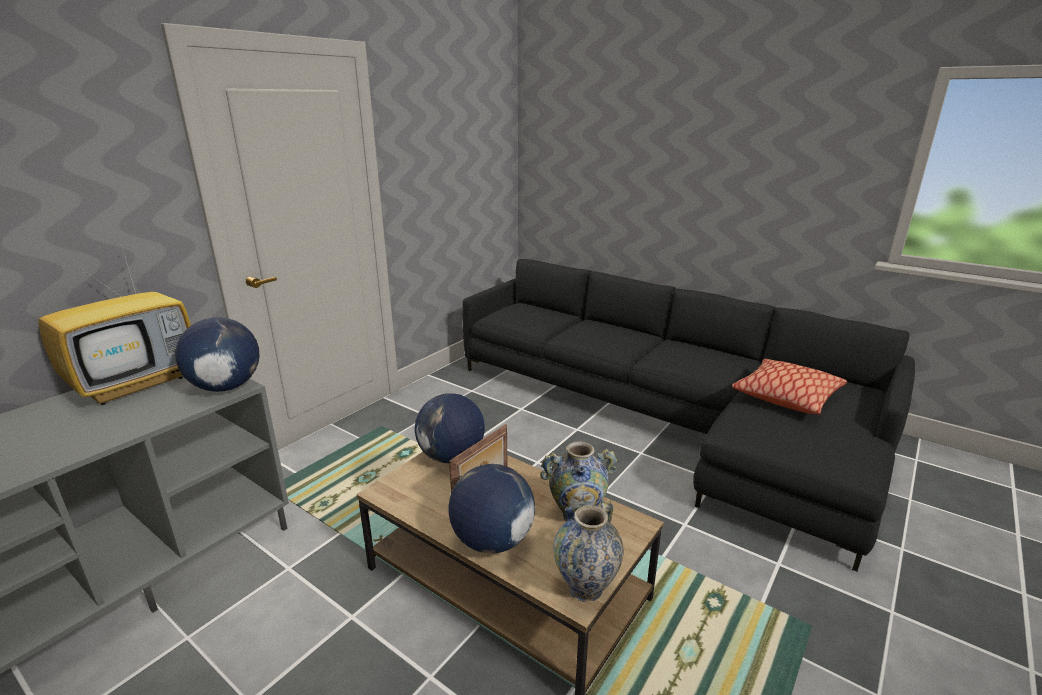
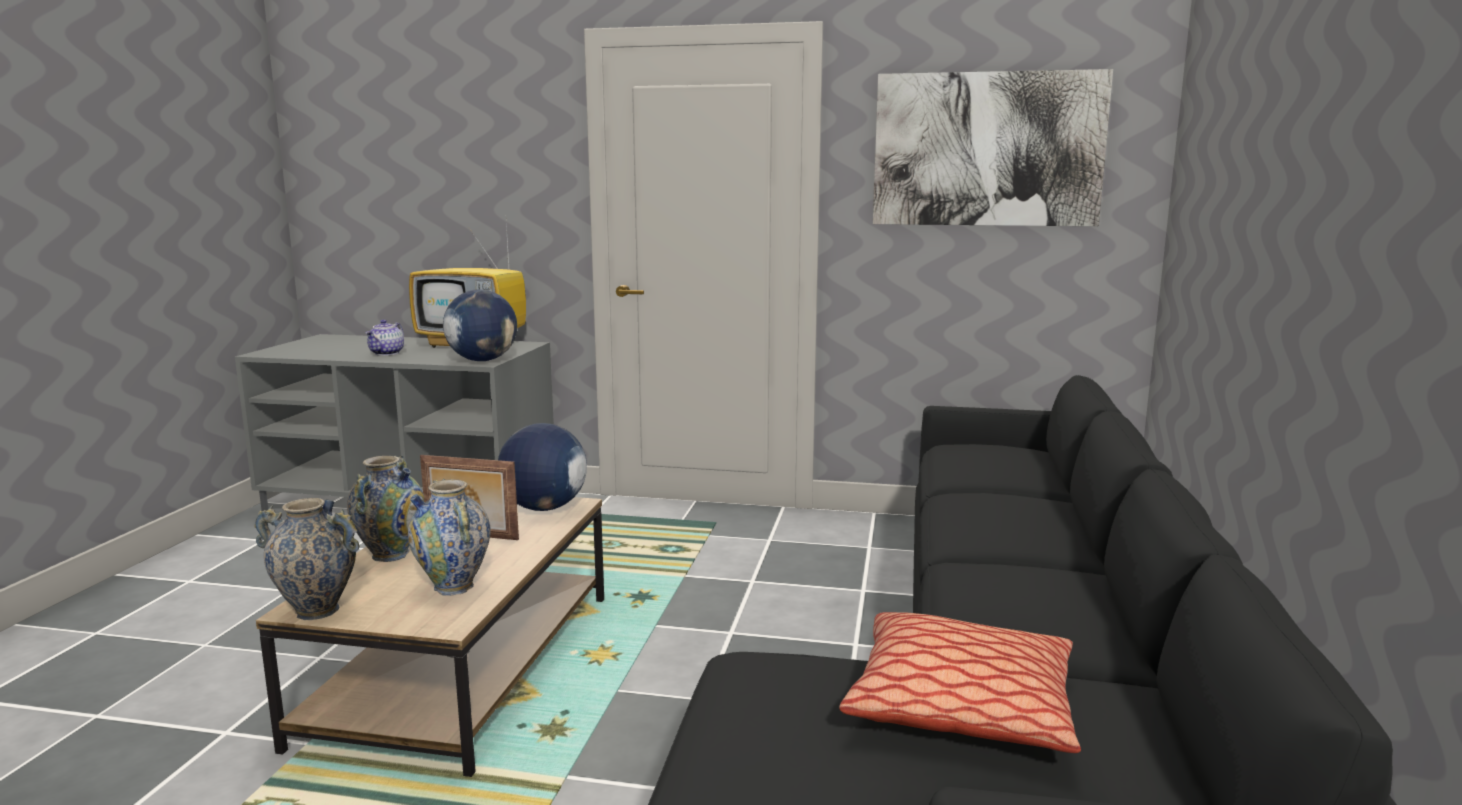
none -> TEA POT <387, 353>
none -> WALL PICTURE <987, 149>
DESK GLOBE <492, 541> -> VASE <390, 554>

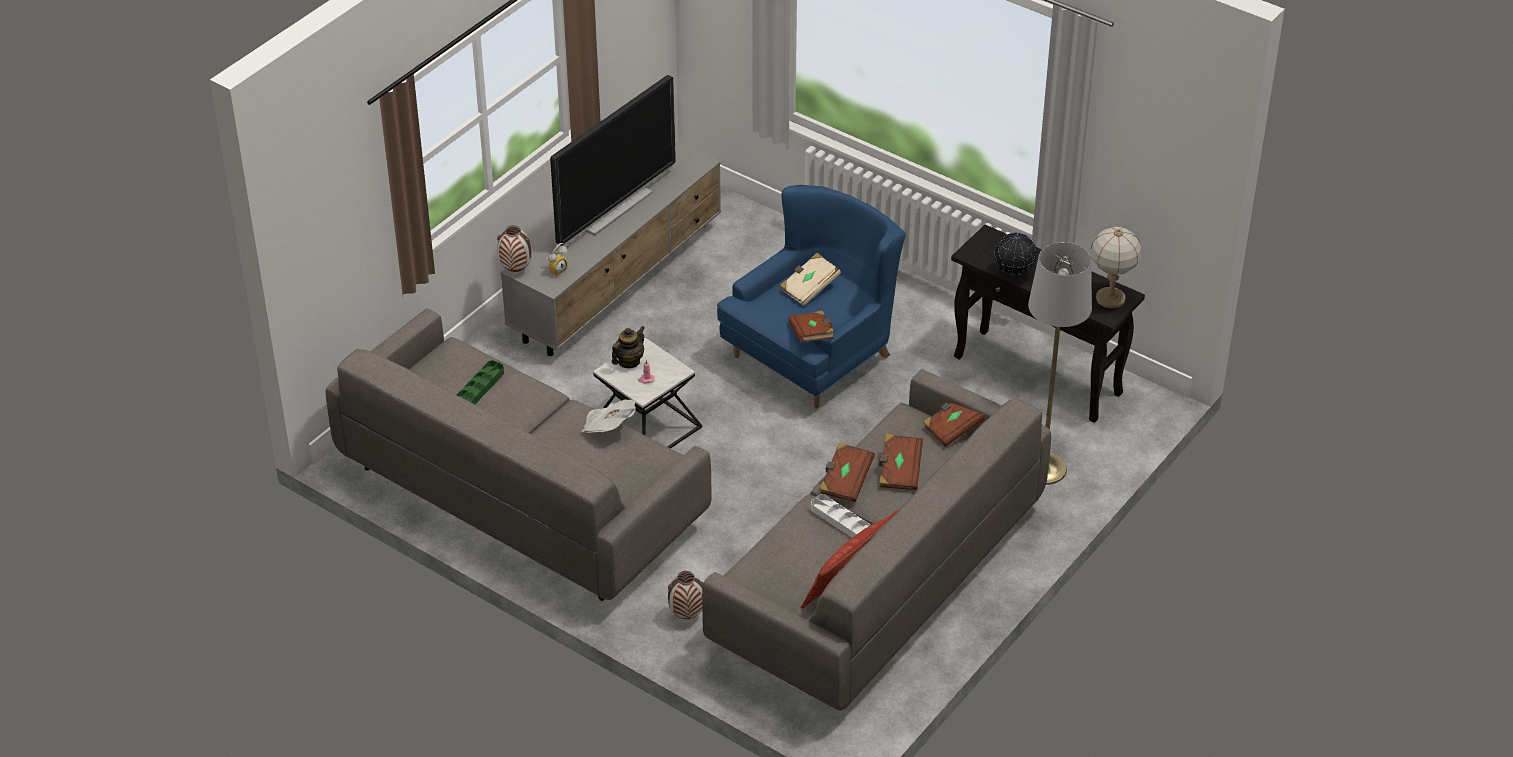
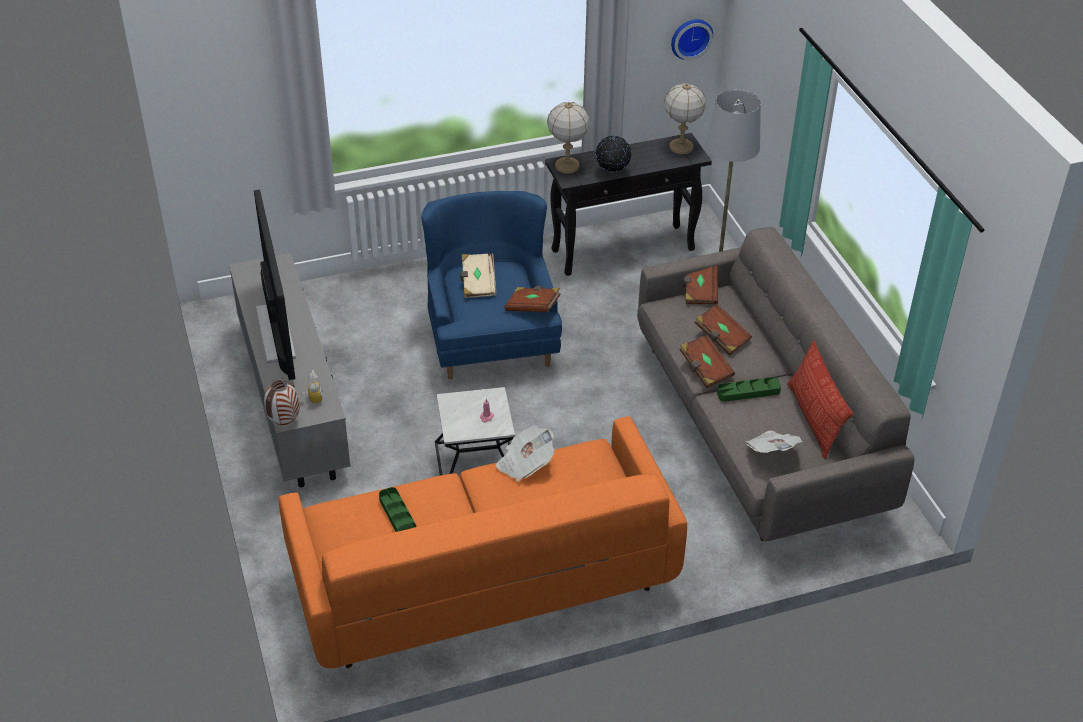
TEA POT <628, 361> -> none
VASE <687, 615> -> none
none -> LAMP FOR A TABLE <567, 166>
none -> HANGING CLOCK <690, 37>
none -> NEWSPAPER <771, 451>
GRAY SOFA <523, 494> -> ORANGE SOFA <481, 577>
WHITISH SERVING TRAY <841, 521> -> GREENISH SERVING TRAY <748, 392>

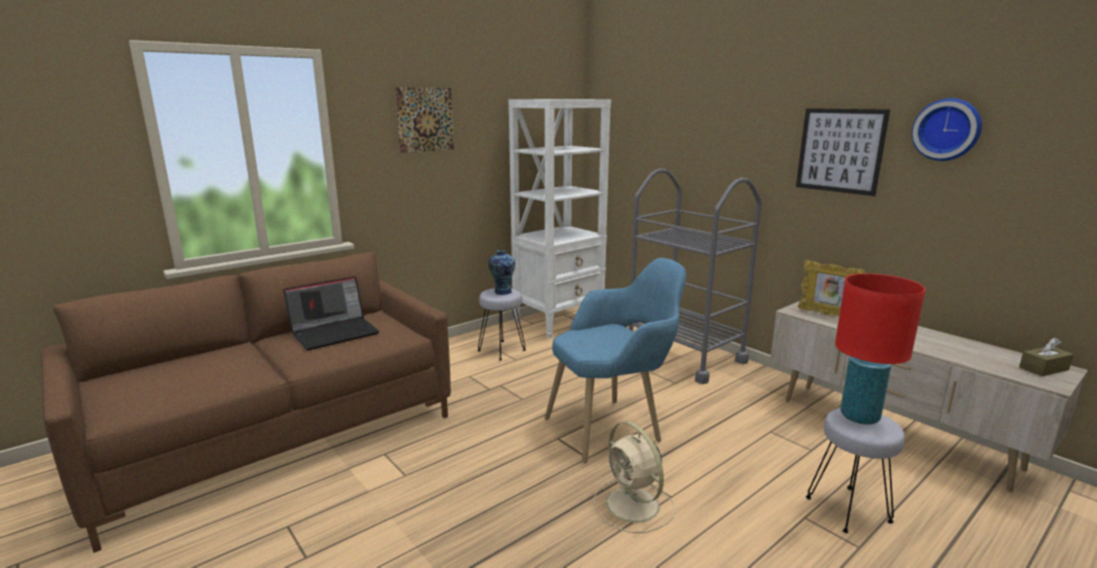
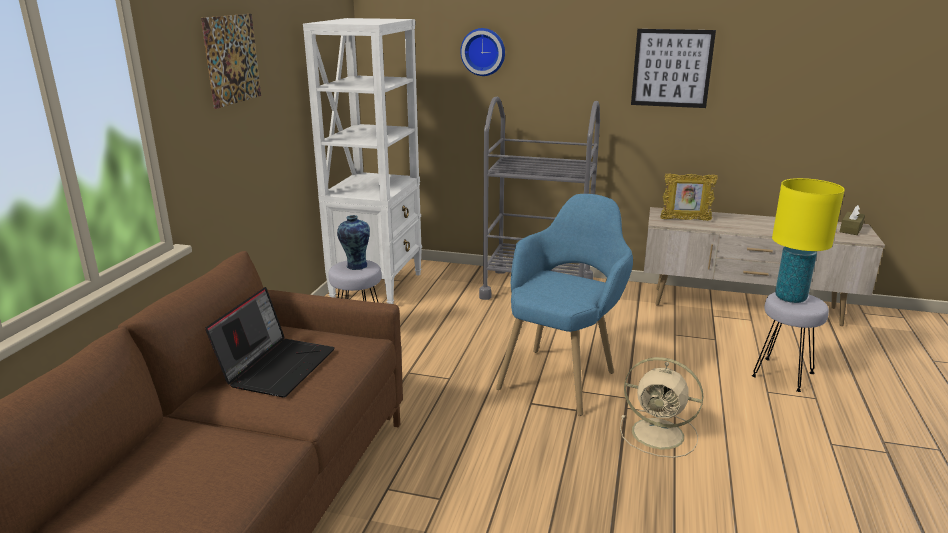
HANGING CLOCK <947, 129> -> HANGING CLOCK <483, 51>, move
REDDISH LAMP FOR A TABLE <860, 417> -> YELLOW-COLOURED LAMP FOR A TABLE <790, 298>

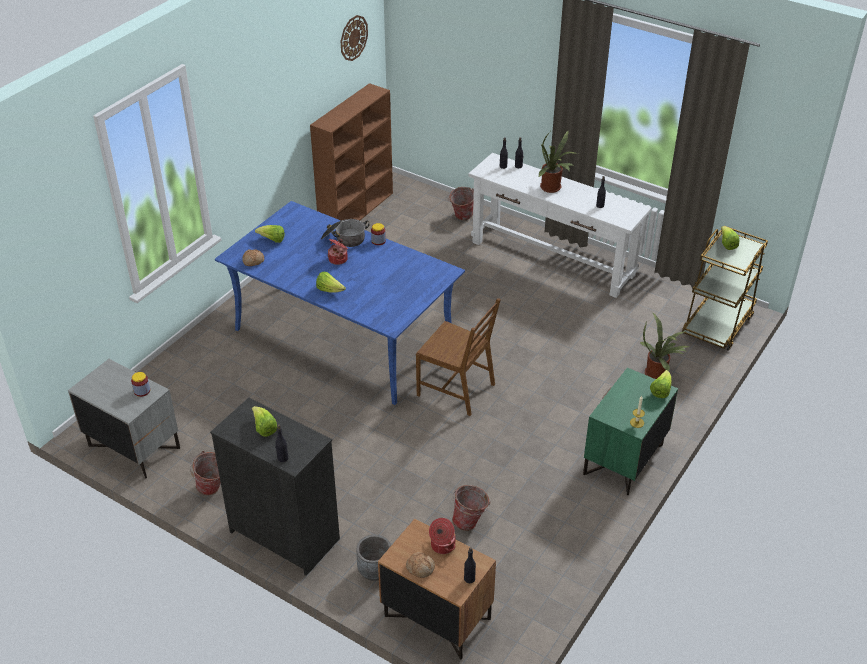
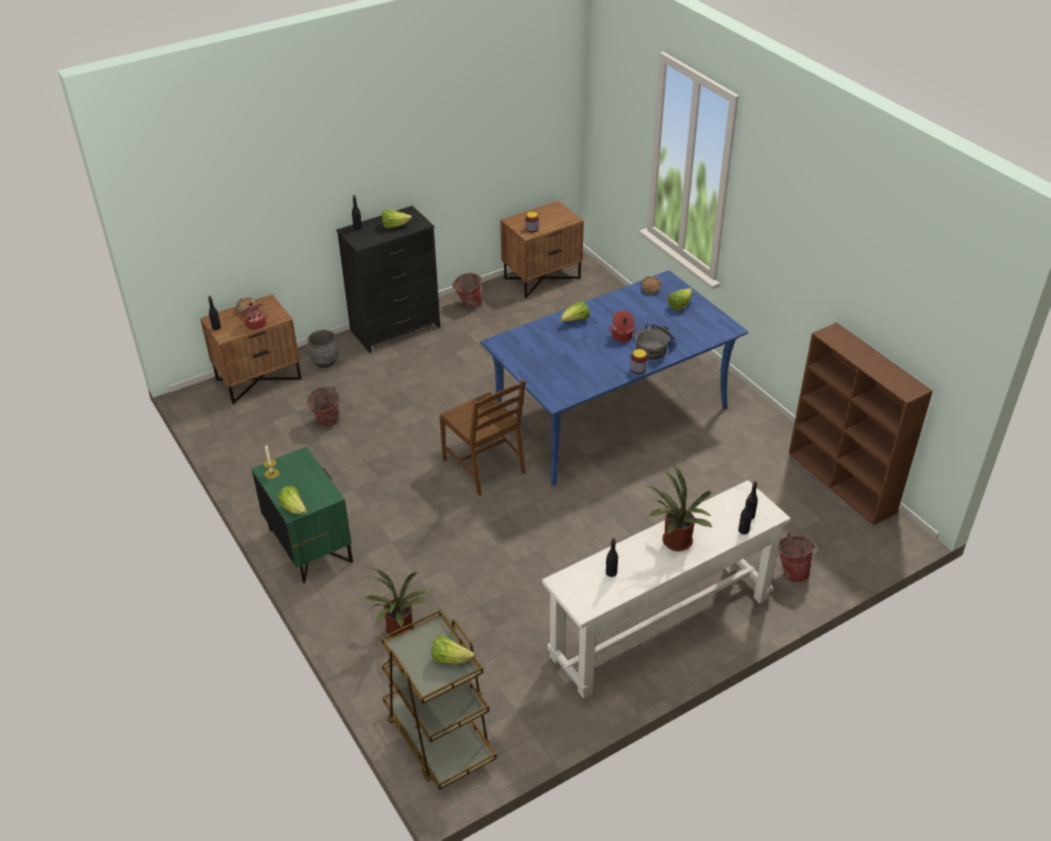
HANGING CLOCK <353, 38> -> none
GRAY NIGHTSTAND <133, 447> -> BROWN NIGHTSTAND <542, 278>
BROWN PLAIN CHAIR <457, 389> -> BROWN PLAIN CHAIR <485, 466>, 90 degrees counterclockwise

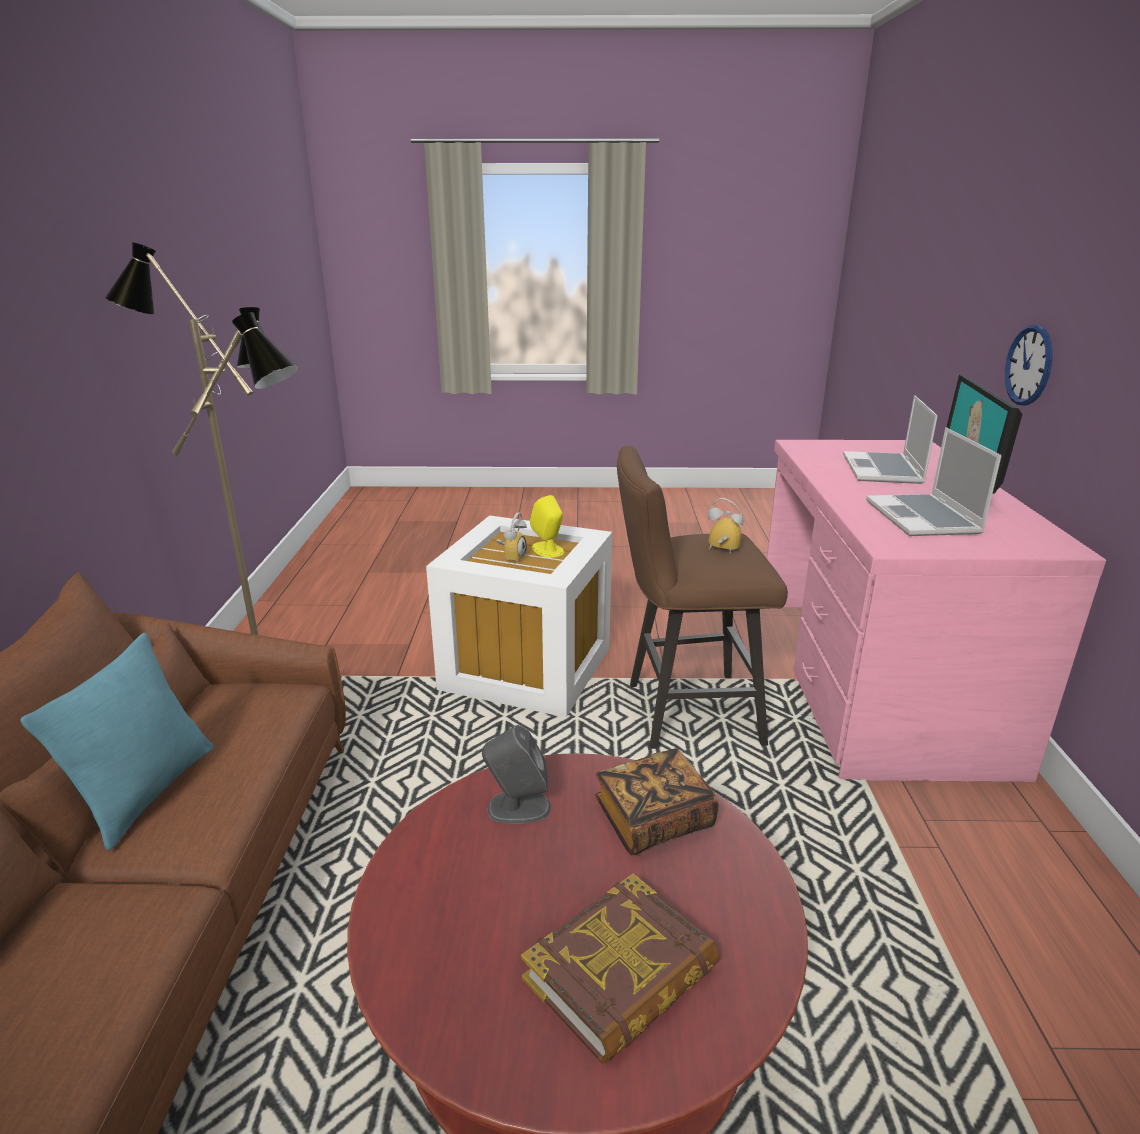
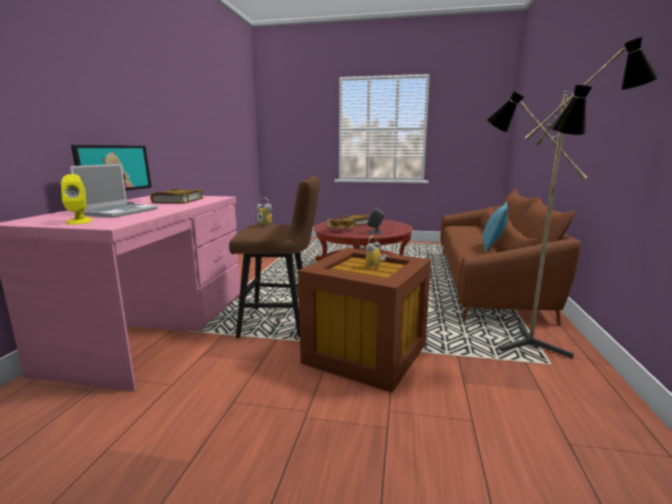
HANGING CLOCK <1029, 365> -> none
YELLOW-COLOURED SPEAKER <548, 550> -> YELLOW-COLOURED SPEAKER <79, 221>, move
NOTEBOOK COMPUTER <924, 518> -> BOOK <178, 200>
WHITISH STORAGE CONTAINER <525, 667> -> BROWN STORAGE CONTAINER <366, 355>

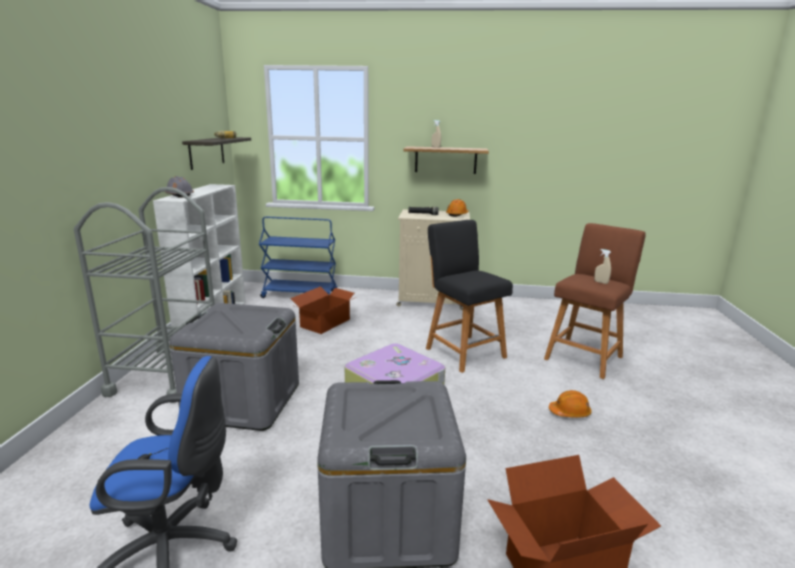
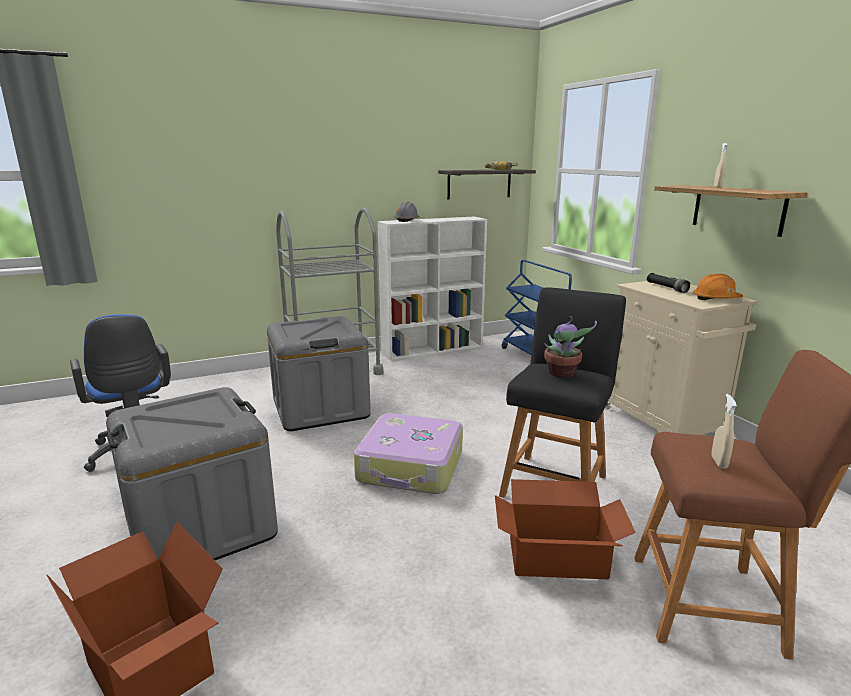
ORANGE HARD HAT <569, 412> -> none
none -> HOUSEPLANT <562, 374>
CARDBOARD BOX <324, 323> -> CARDBOARD BOX <556, 556>, move

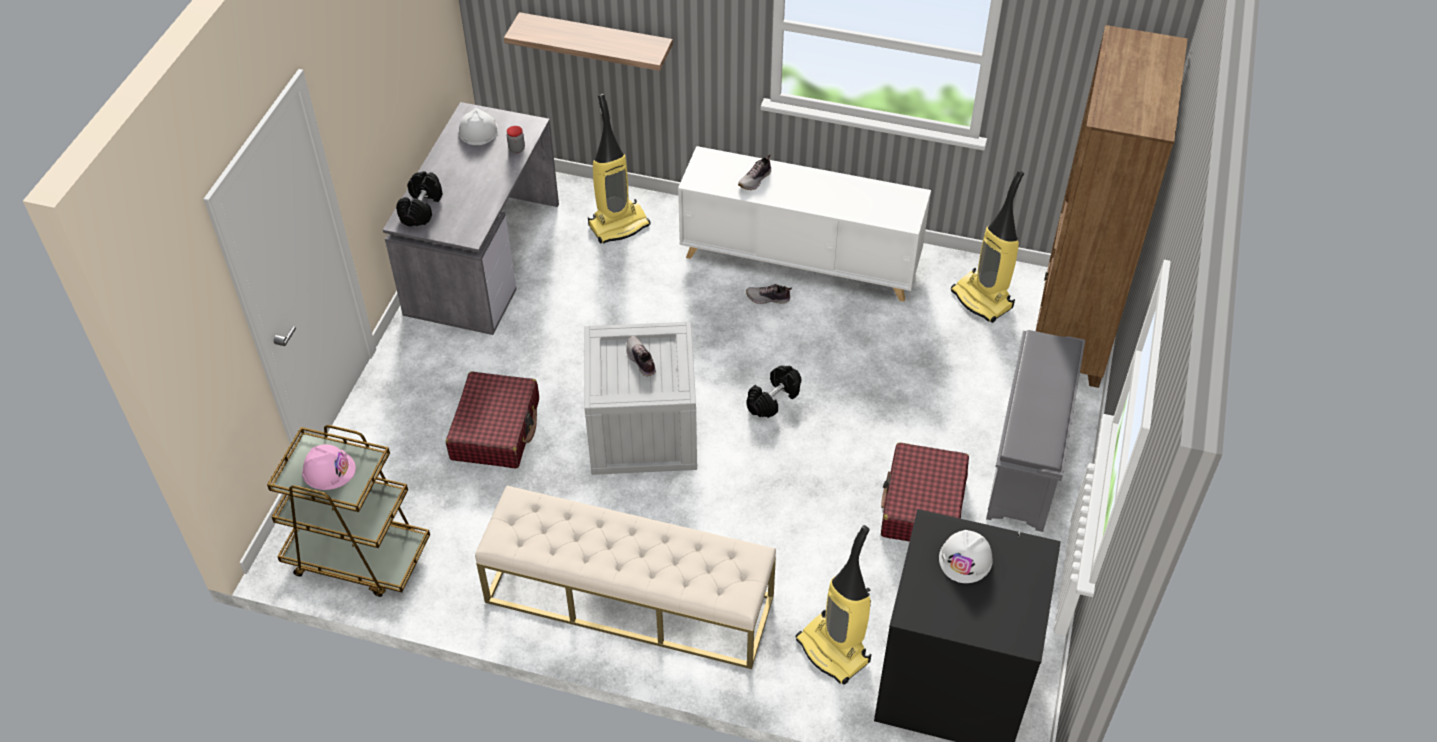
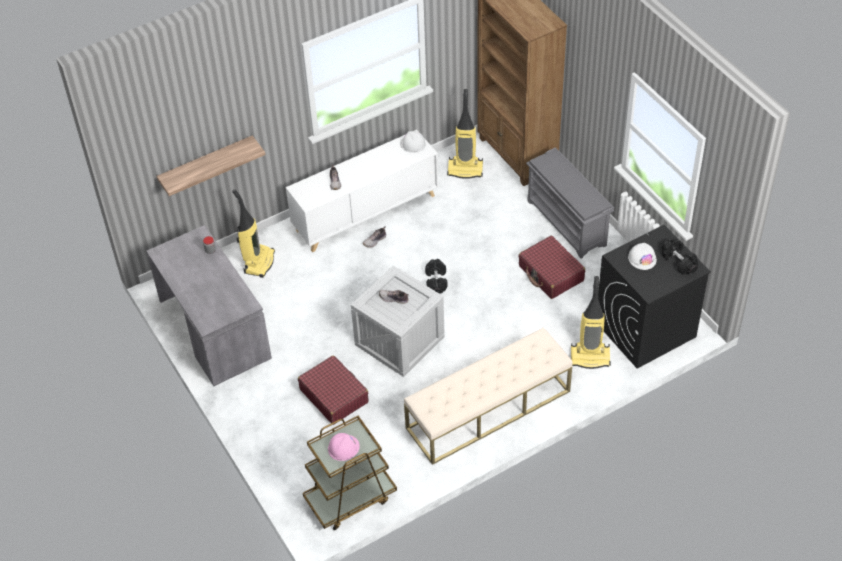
BLACK HAND WEIGHT <421, 209> -> BLACK HAND WEIGHT <679, 261>, move
WHITISH HARD HAT <478, 131> -> WHITISH HARD HAT <412, 144>, move

